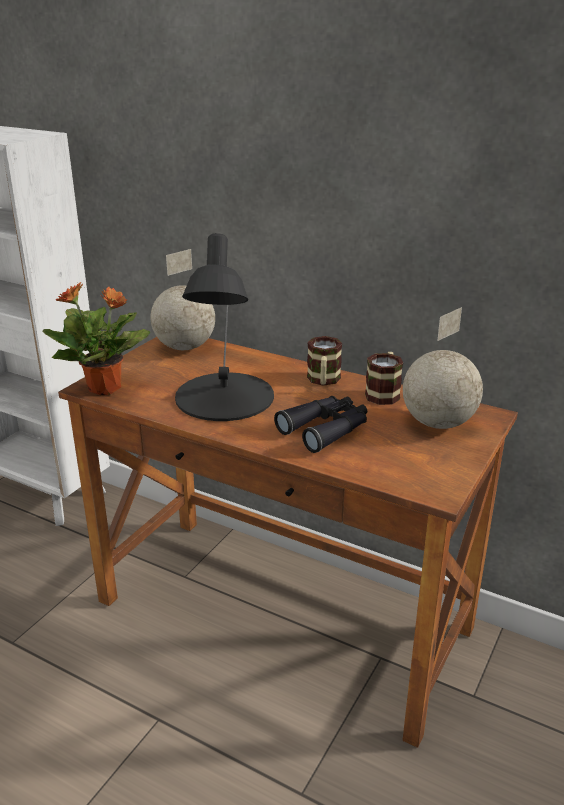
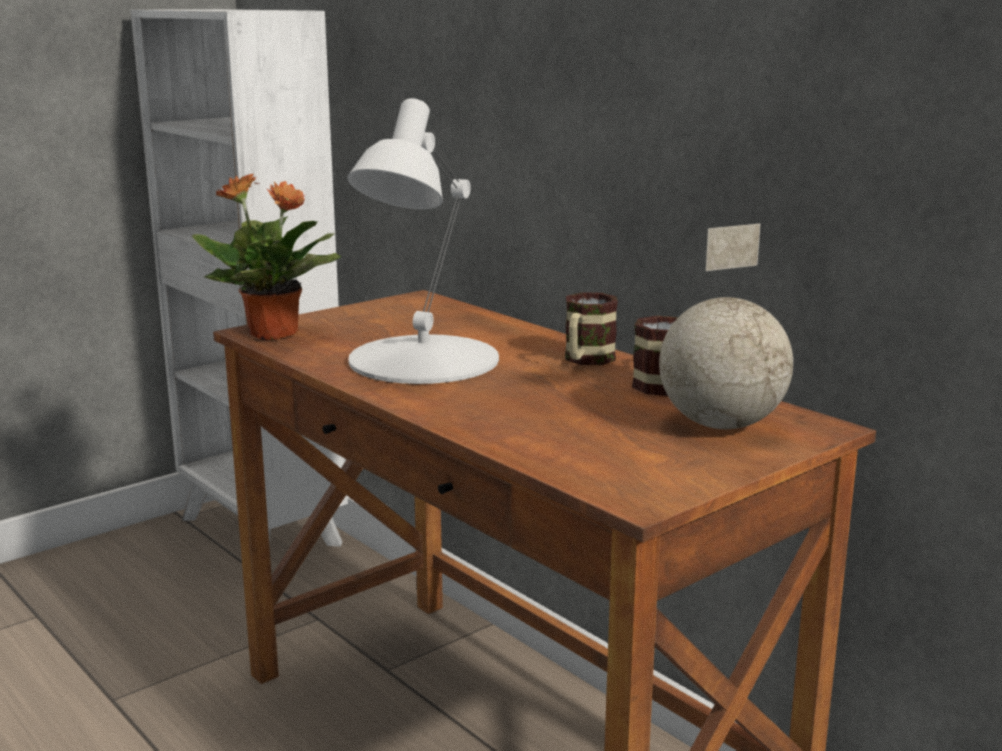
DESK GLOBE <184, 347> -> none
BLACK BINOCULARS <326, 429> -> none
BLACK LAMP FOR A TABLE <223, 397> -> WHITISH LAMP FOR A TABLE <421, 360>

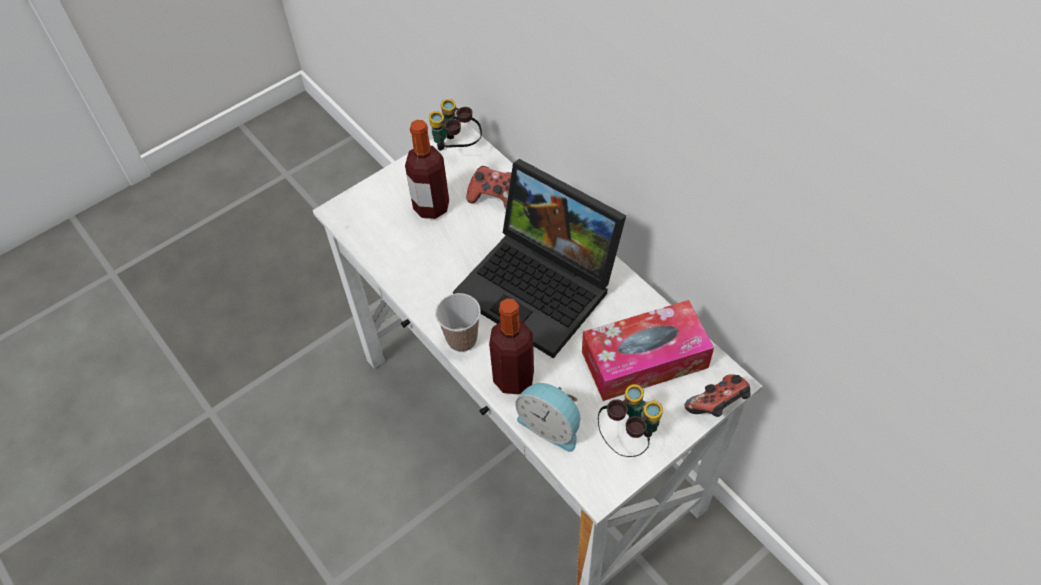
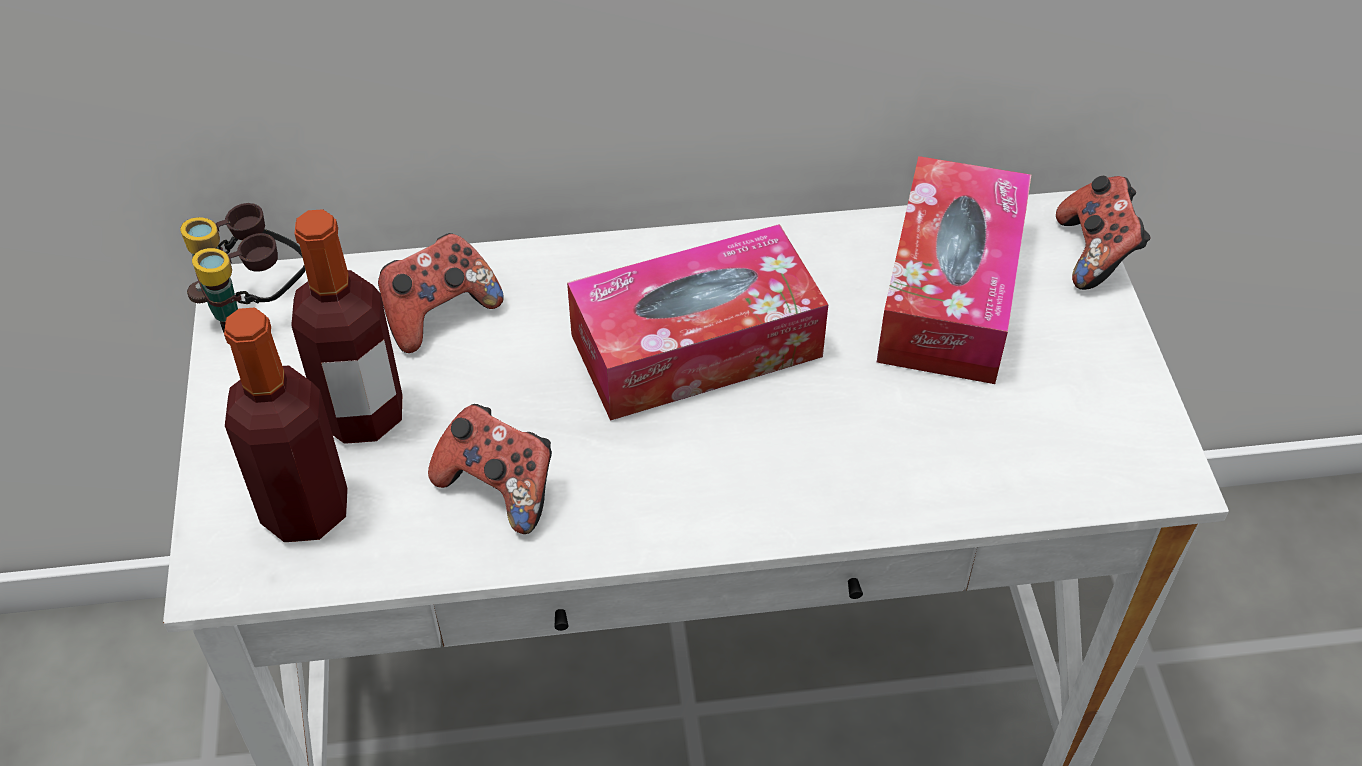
CUP <462, 339> -> none
ALARM CLOCK <551, 425> -> none
BINOCULARS <628, 437> -> none
none -> GAMEPAD <499, 487>
BOTTLE <513, 378> -> BOTTLE <305, 510>, move
NOTEBOOK COMPUTER <542, 286> -> BOX OF TISSUES <696, 346>

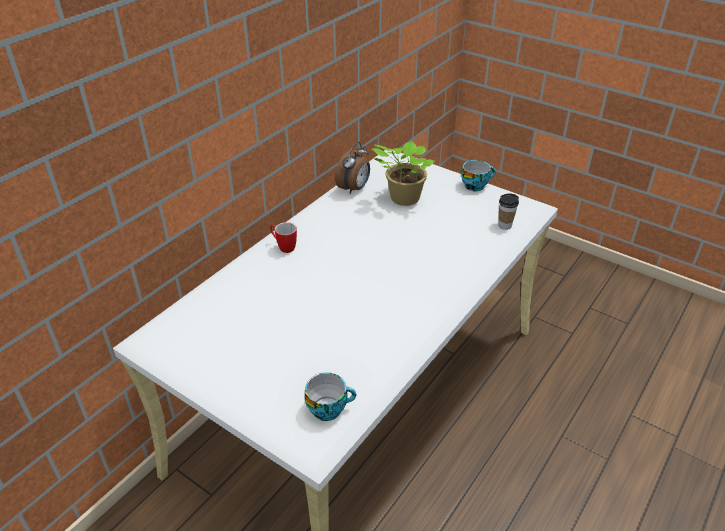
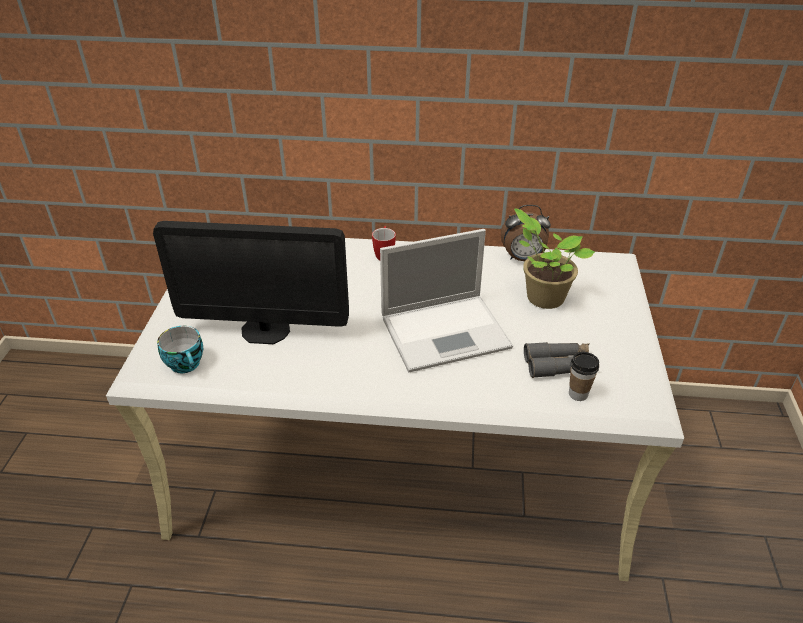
CUP <475, 185> -> none
none -> COMPUTER SCREEN <265, 330>
none -> NOTEBOOK COMPUTER <447, 331>
none -> GRAY BINOCULARS <559, 365>

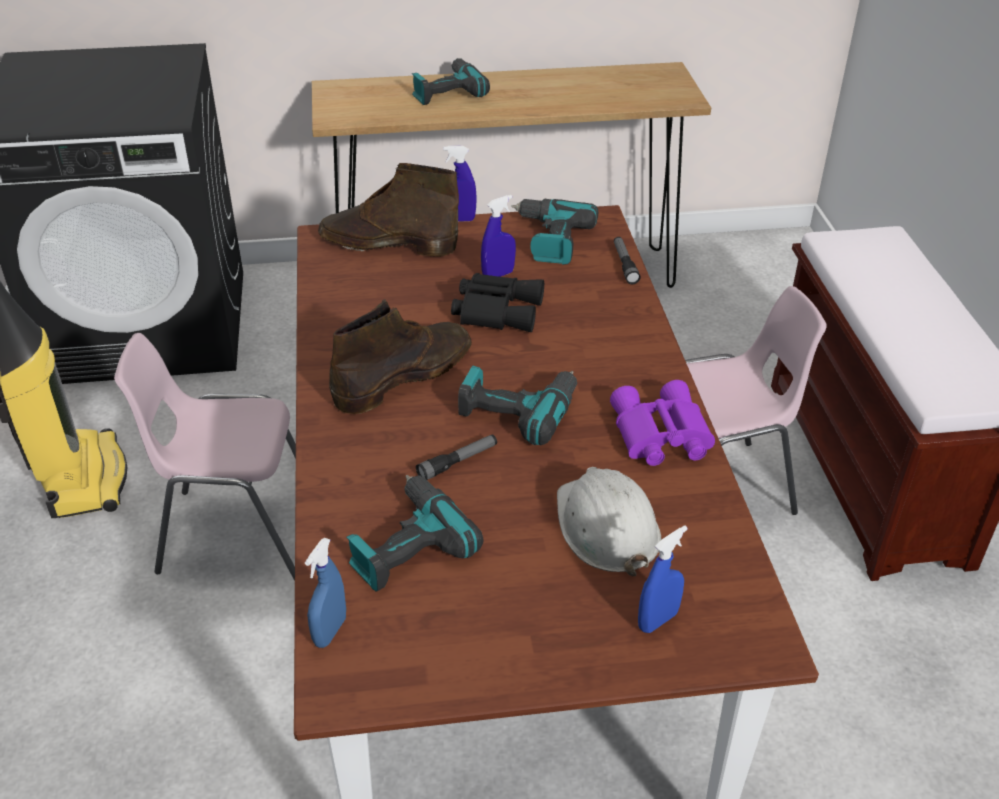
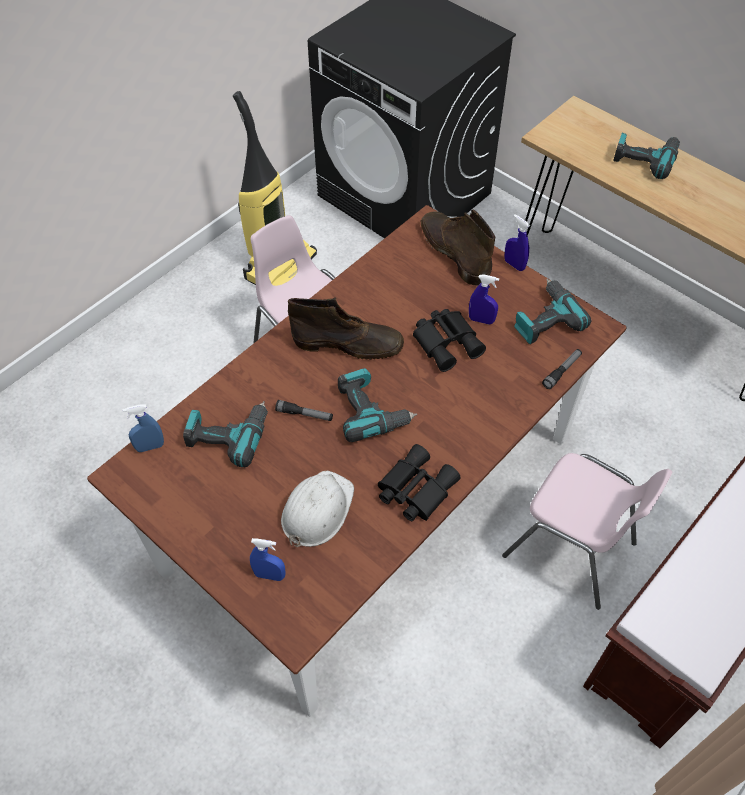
PURPLISH BINOCULARS <659, 435> -> BLACK BINOCULARS <414, 489>

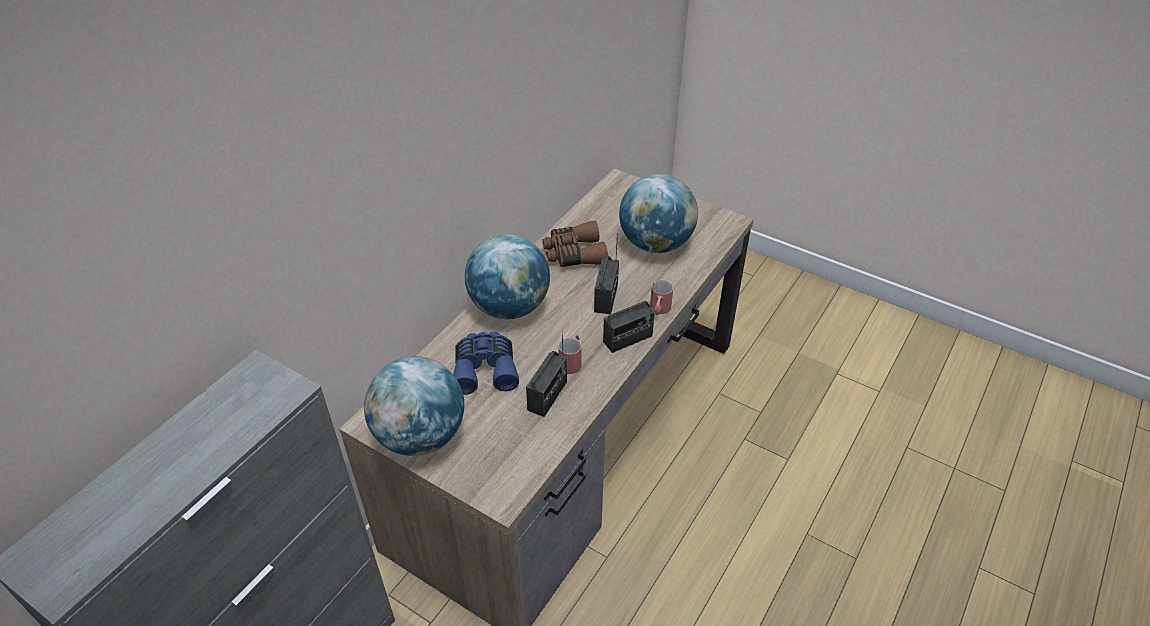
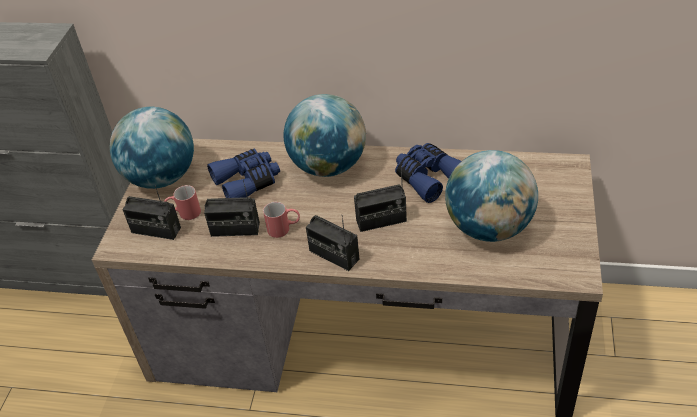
none -> RADIO SET <156, 230>
REDDISH COFFEE MUG <659, 310> -> REDDISH COFFEE MUG <184, 213>, move
BROWN BINOCULARS <574, 254> -> BLUE-COLOURED BINOCULARS <428, 177>

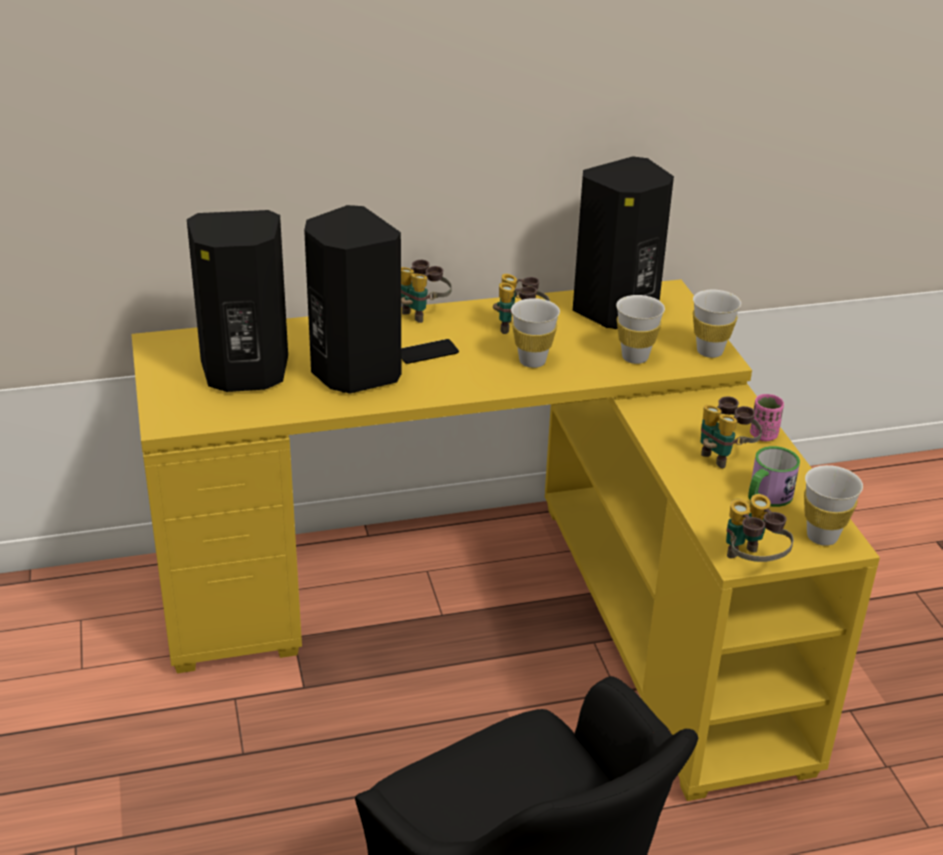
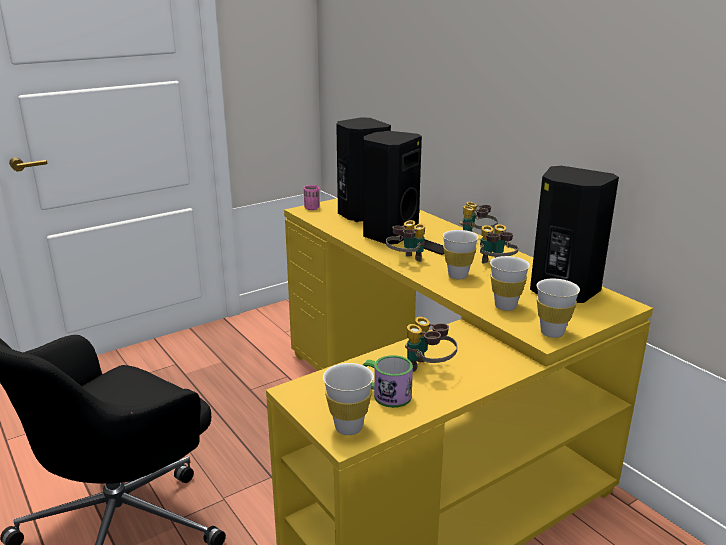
BINOCULARS <751, 564> -> BINOCULARS <406, 261>, move
PINKISH CUP <763, 435> -> PINKISH CUP <312, 208>, move

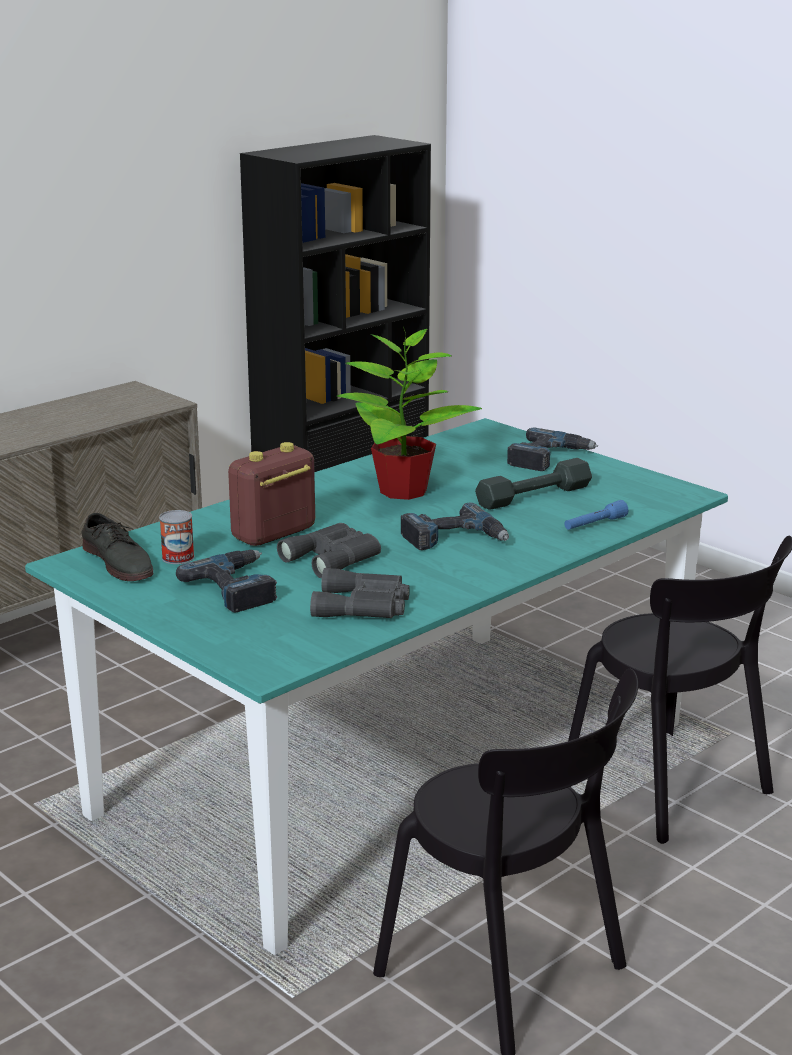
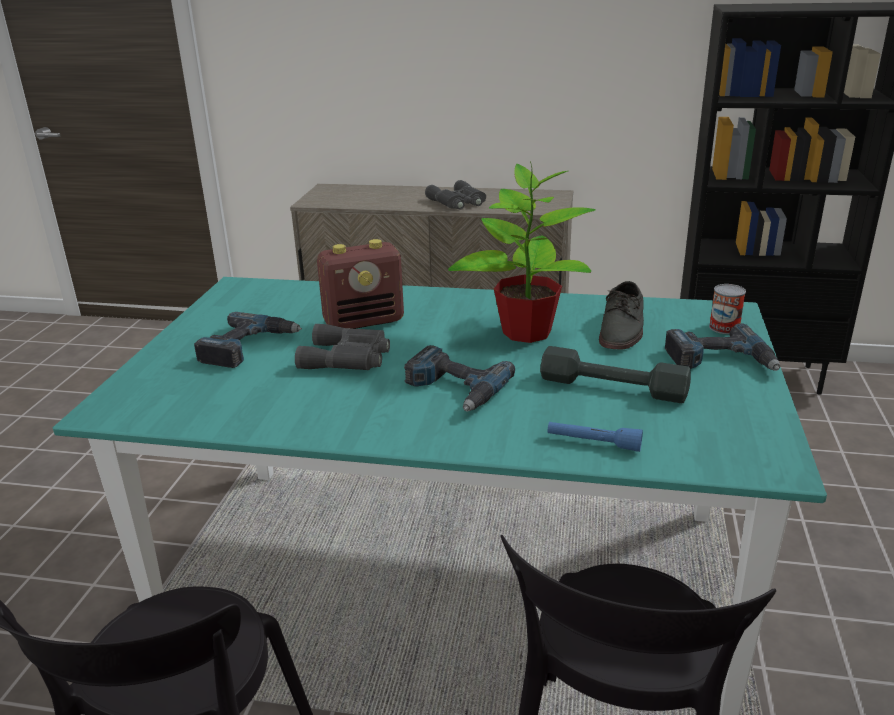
GRAY ITEM OF FOOTWEAR <119, 562> -> GRAY ITEM OF FOOTWEAR <622, 329>, move
METAL CAN <178, 557> -> METAL CAN <724, 327>, move
GRAY BINOCULARS <364, 606> -> GRAY BINOCULARS <457, 202>, move
RADIO SET <273, 534> -> RADIO SET <364, 321>, 150 degrees clockwise

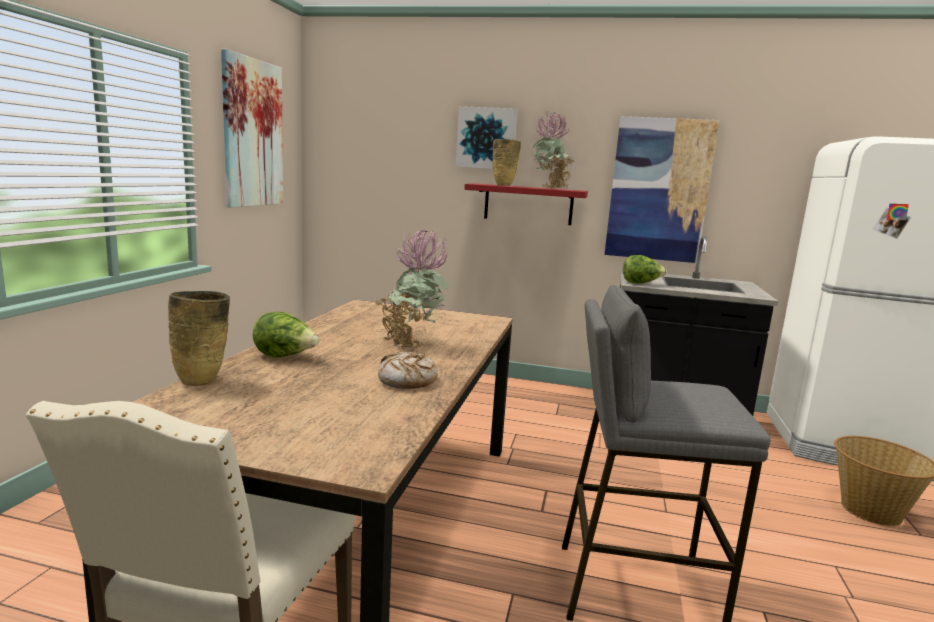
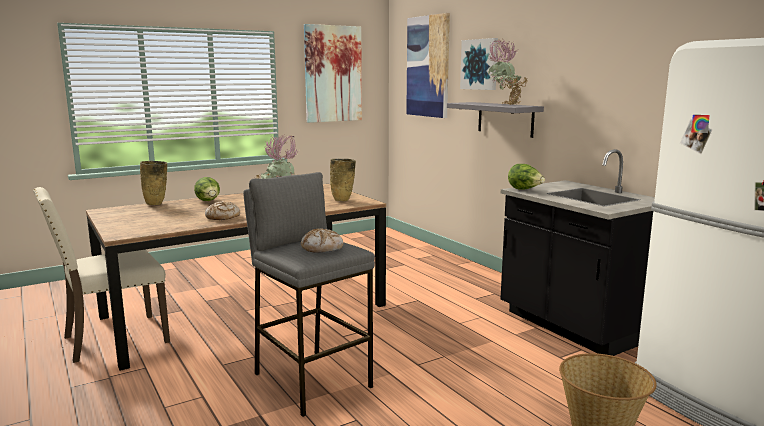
none -> BREAD <322, 248>
BEIGE VASE <504, 185> -> BEIGE VASE <343, 200>, move
WALL PICTURE <658, 190> -> WALL PICTURE <428, 66>, move
REDDISH BRACKET SHELF <528, 204> -> GRAY BRACKET SHELF <505, 119>

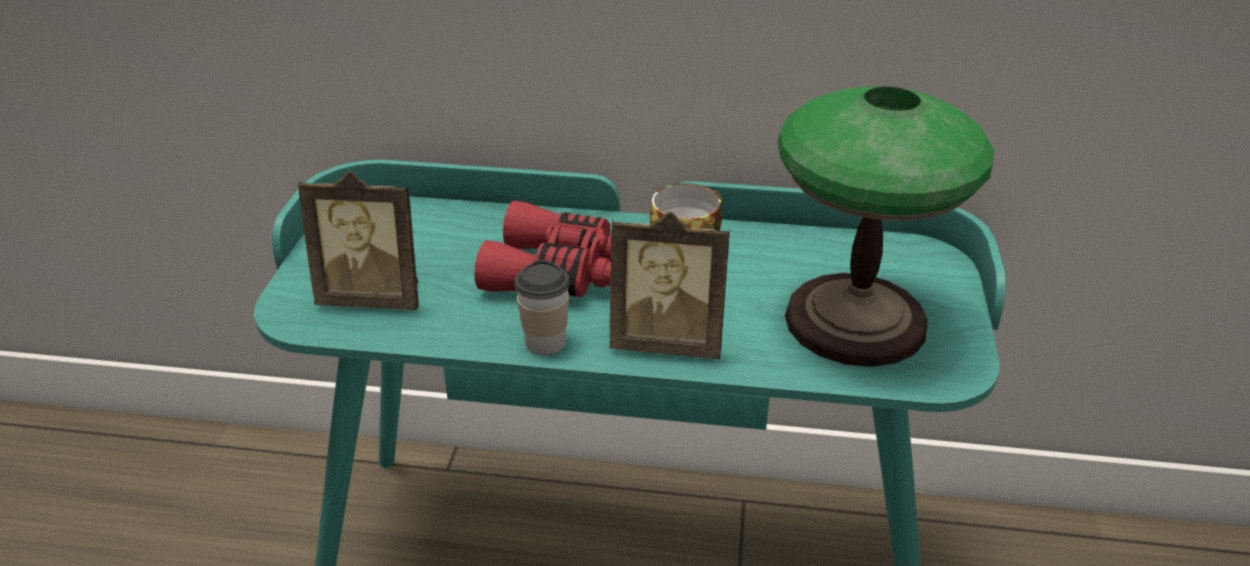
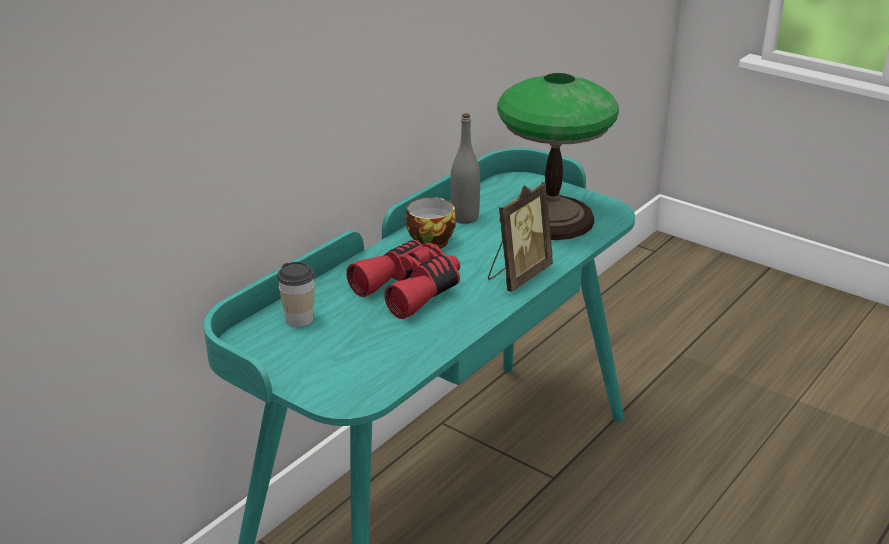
PICTURE FRAME <374, 297> -> none
none -> GRAY BOTTLE <464, 218>
CUP <545, 342> -> CUP <299, 319>, move

